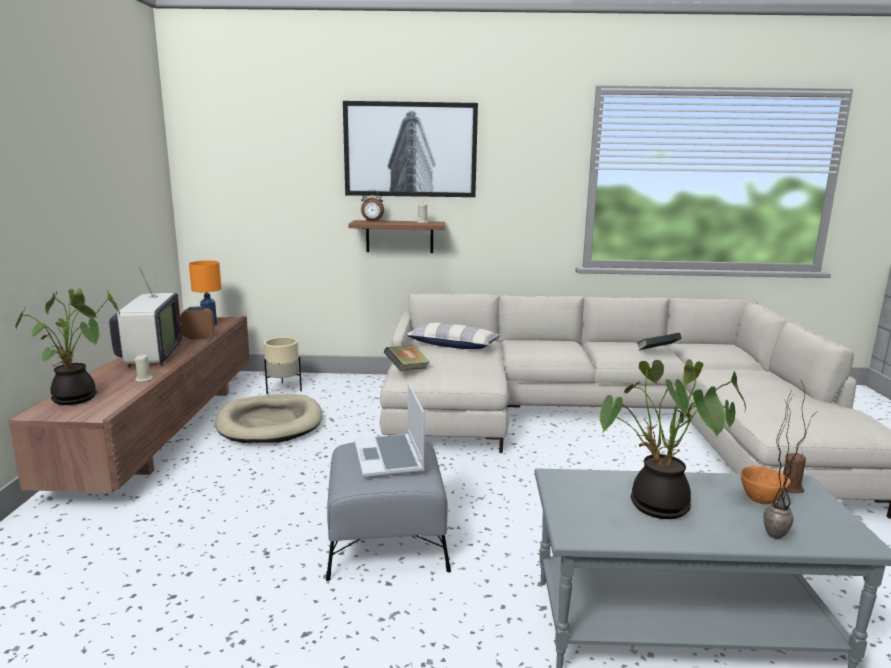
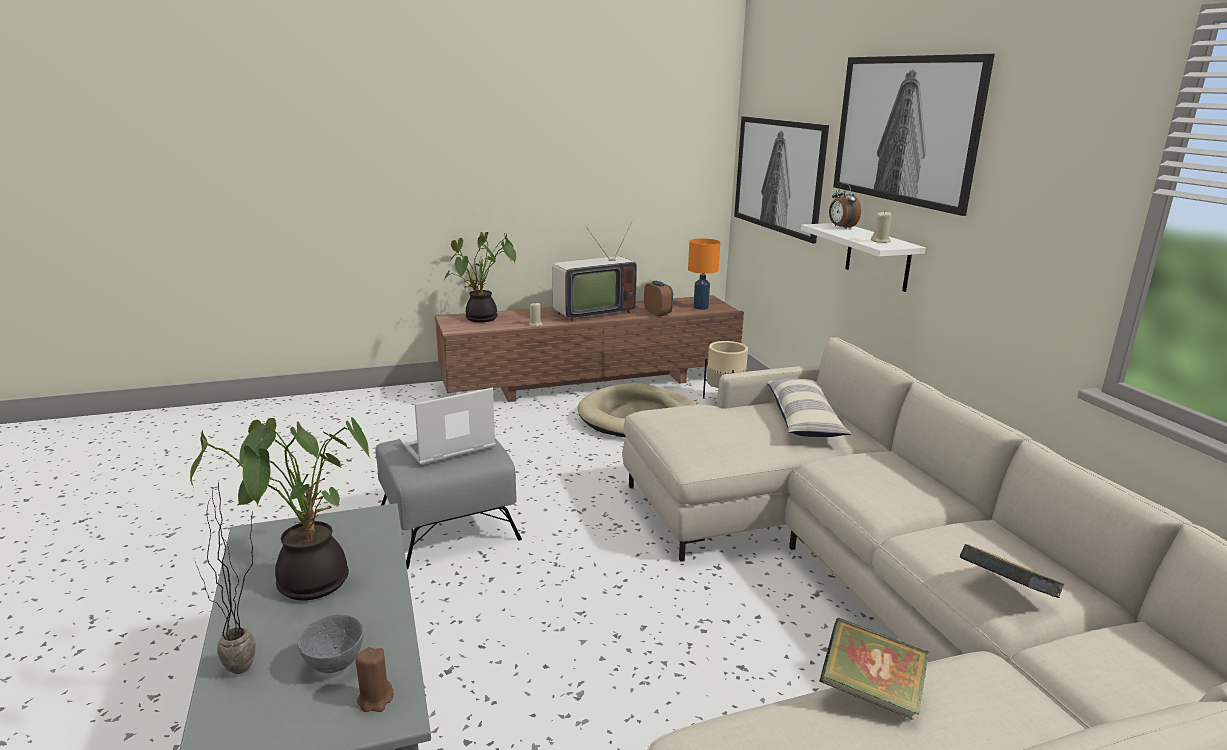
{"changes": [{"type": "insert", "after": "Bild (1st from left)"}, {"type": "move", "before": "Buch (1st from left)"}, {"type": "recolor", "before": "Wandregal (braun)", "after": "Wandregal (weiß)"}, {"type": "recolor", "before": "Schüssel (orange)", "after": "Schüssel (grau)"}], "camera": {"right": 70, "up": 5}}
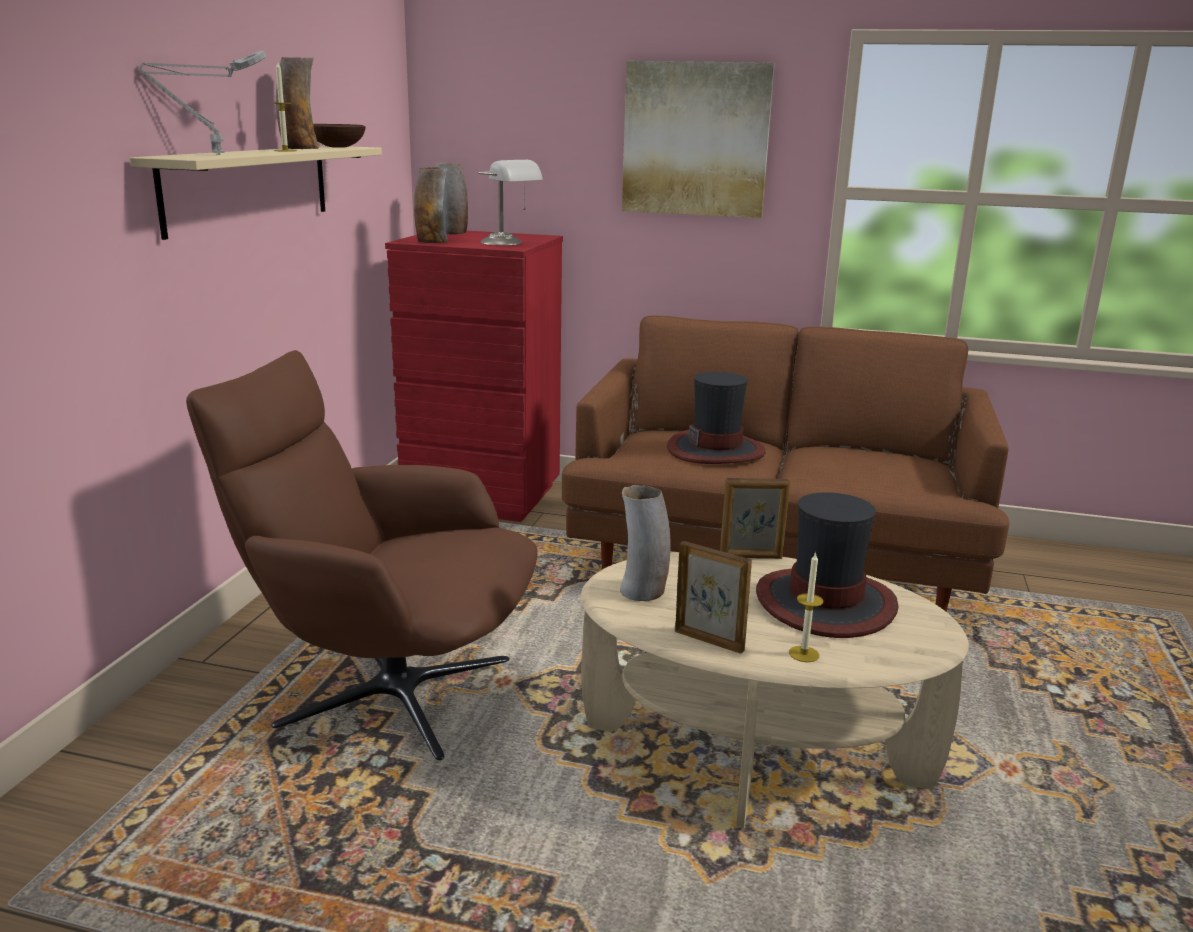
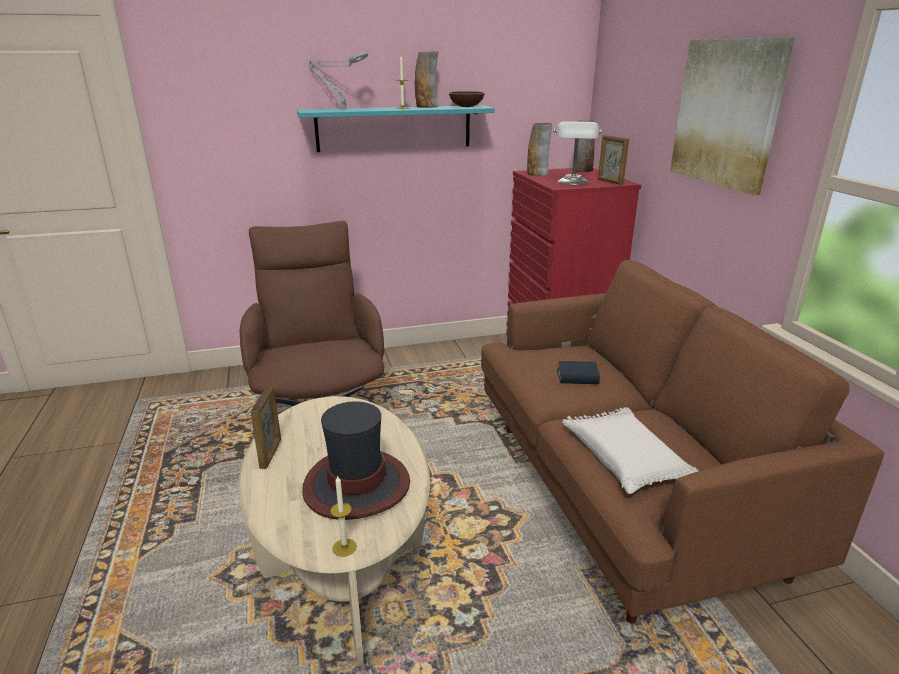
{"changes": [{"type": "delete", "before": "Vase (4th from left)"}, {"type": "insert", "after": "Kissen (weiß)"}, {"type": "move", "before": "Bilderrahmen (2nd from left)"}, {"type": "move", "before": "Kerze (2nd from left in the first image)", "after": "Kerze (1st from left)"}, {"type": "replace", "before": "Hut (1st from left)", "after": "Buch"}, {"type": "recolor", "before": "Wandregal (beige)", "after": "Wandregal (türkis)"}], "camera": {"right": 60, "up": 5}}
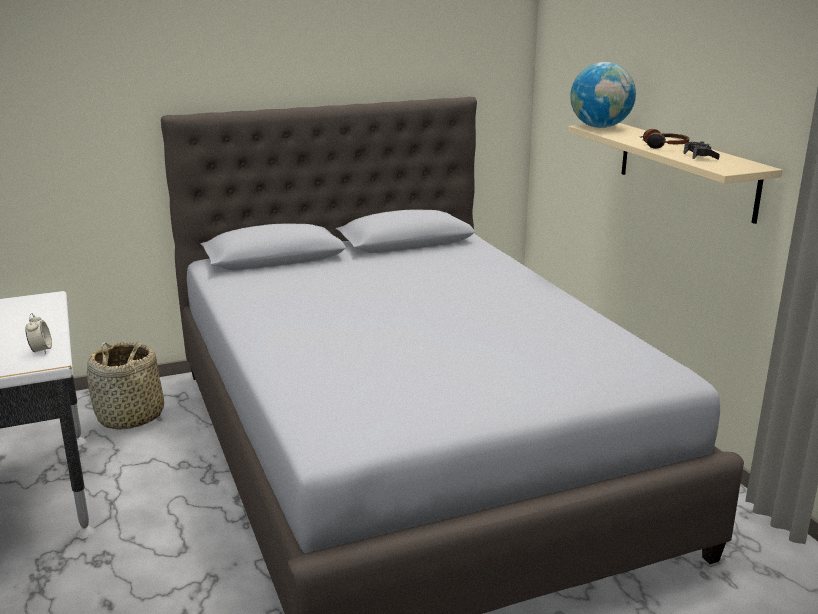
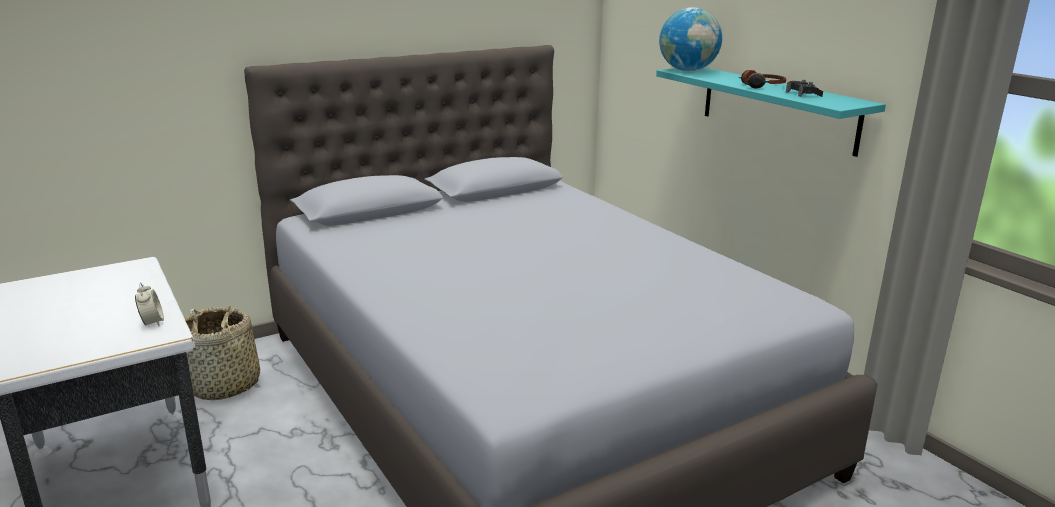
{"changes": [{"type": "recolor", "before": "Wandregal (beige)", "after": "Wandregal (türkis)"}], "camera": {"right": -10, "up": 0}}
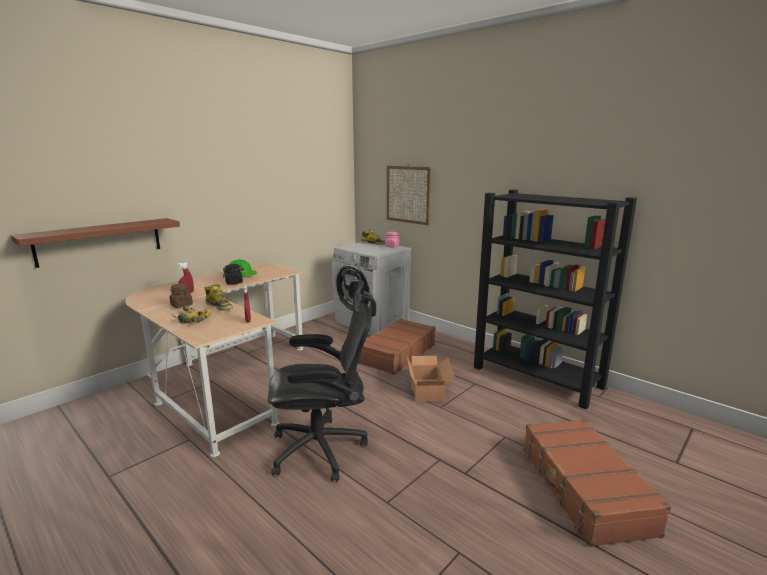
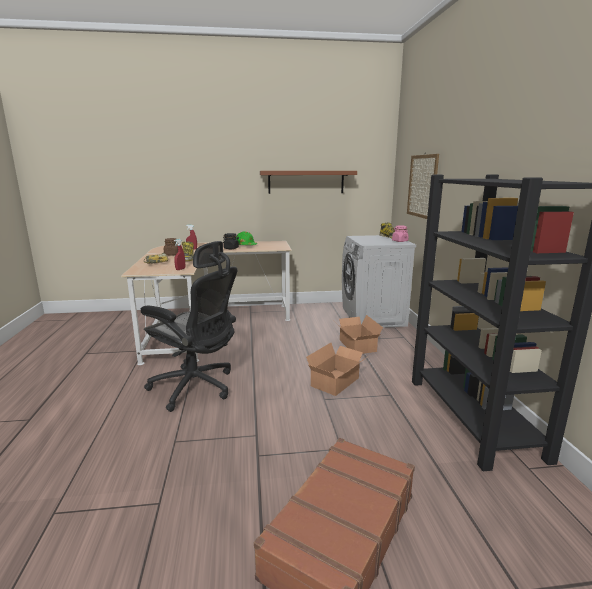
{"changes": [{"type": "move", "before": "Wandregal (braun)"}, {"type": "replace", "before": "Koffer (braun) (1st from left)", "after": "Karton (2nd from left)"}], "camera": {"right": 40, "up": 0}}
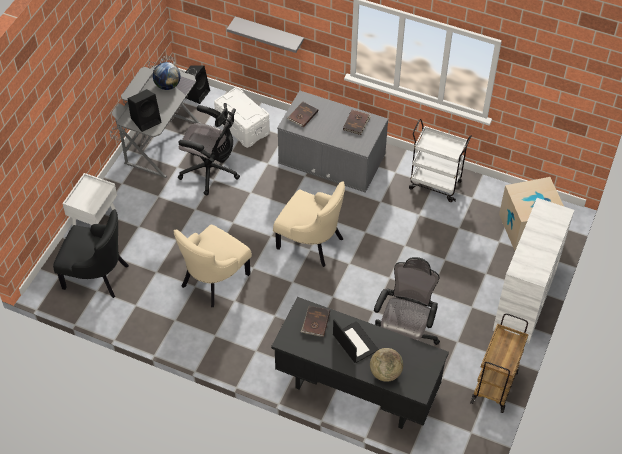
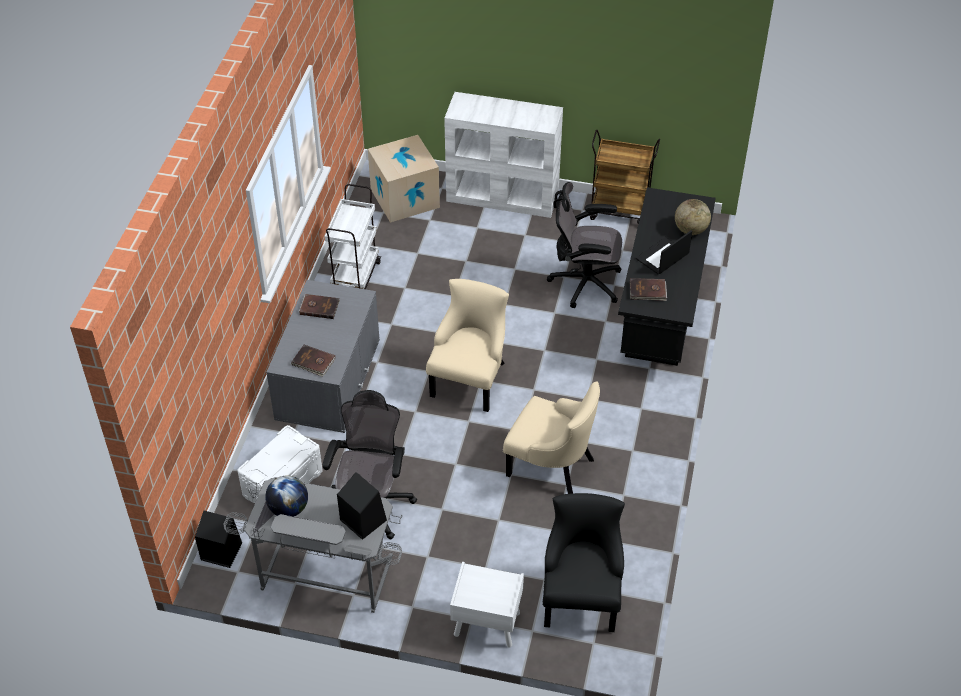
{"changes": [{"type": "delete", "before": "Wandregal (grau)"}], "camera": {"right": -100, "up": -5}}
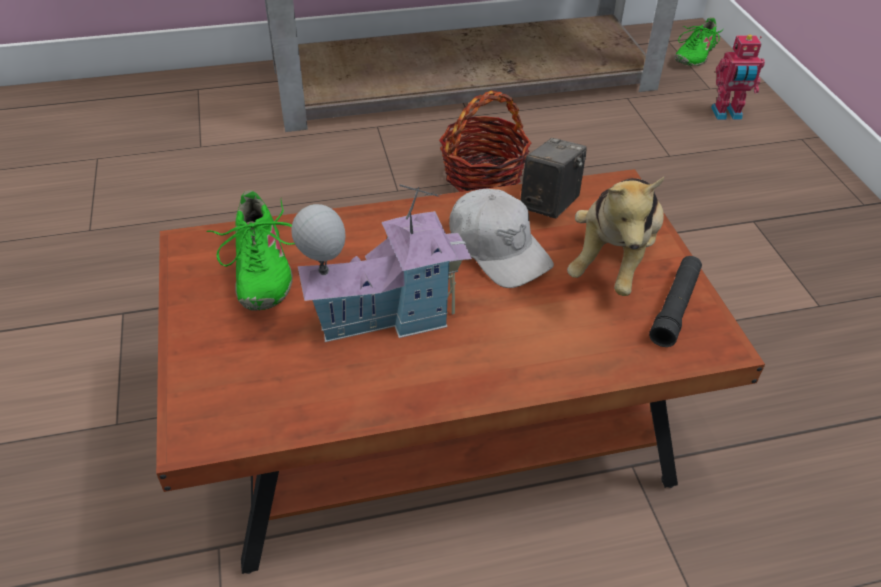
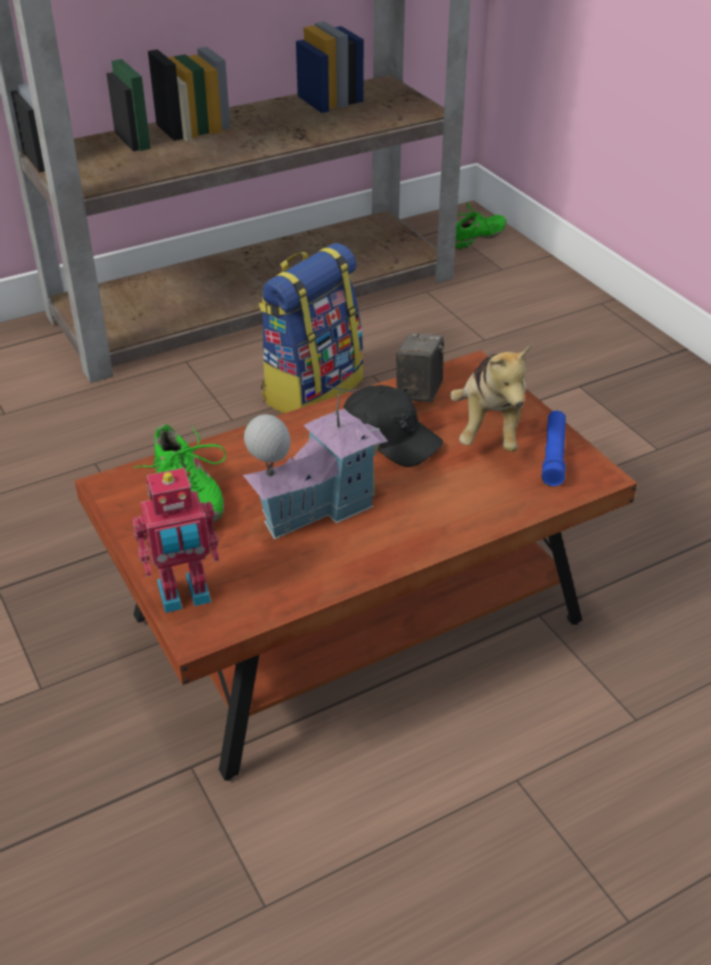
{"changes": [{"type": "move", "before": "Spielzeugroboter"}, {"type": "replace", "before": "Korb", "after": "Rucksack"}, {"type": "recolor", "before": "Kappe (weiß)", "after": "Kappe (schwarz)"}, {"type": "recolor", "before": "Taschenlampe (schwarz)", "after": "Taschenlampe (blau)"}, {"type": "rotate", "before": "Schuh (grün) (2nd from left)", "turn": -150}], "camera": {"right": -15, "up": -5}}
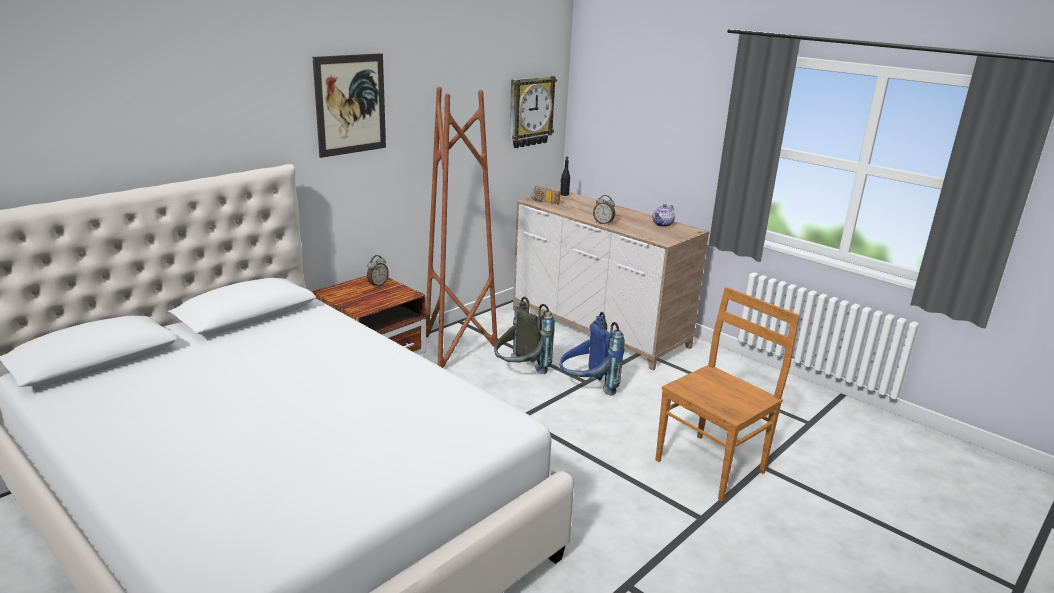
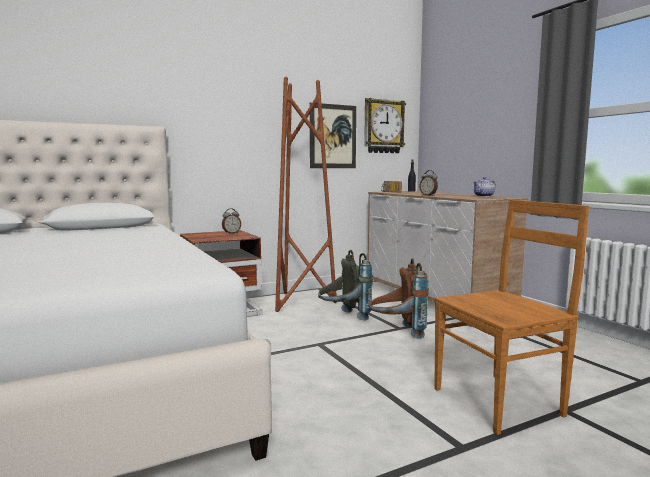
{"changes": [{"type": "move", "before": "Bild"}, {"type": "recolor", "before": "Rucksack (blau)", "after": "Rucksack (braun)"}], "camera": {"right": 20, "up": -15}}
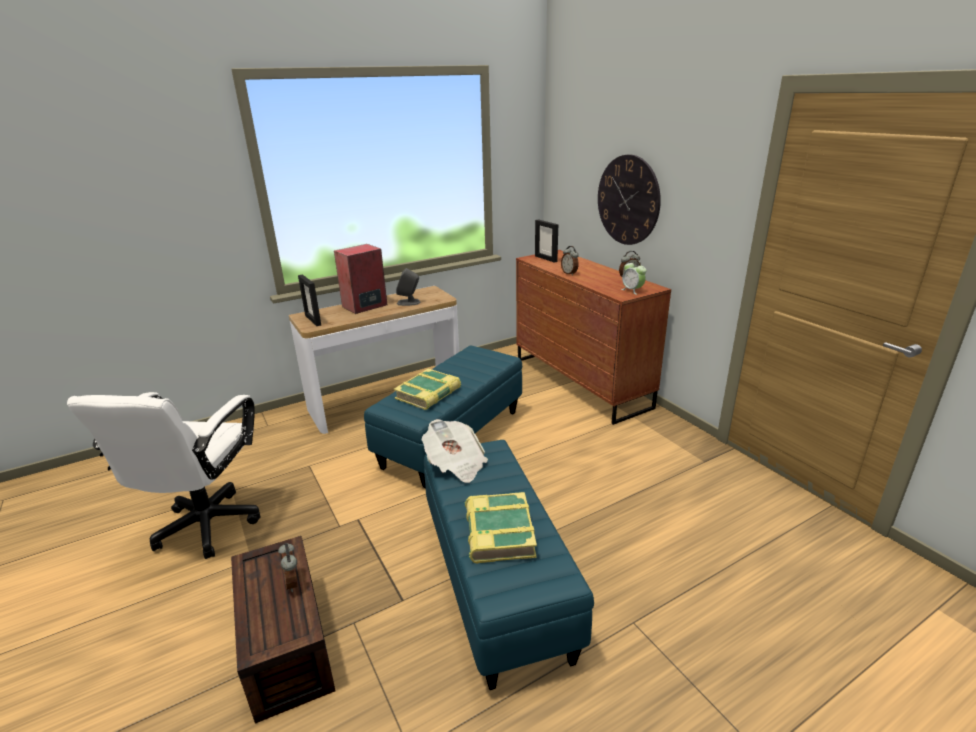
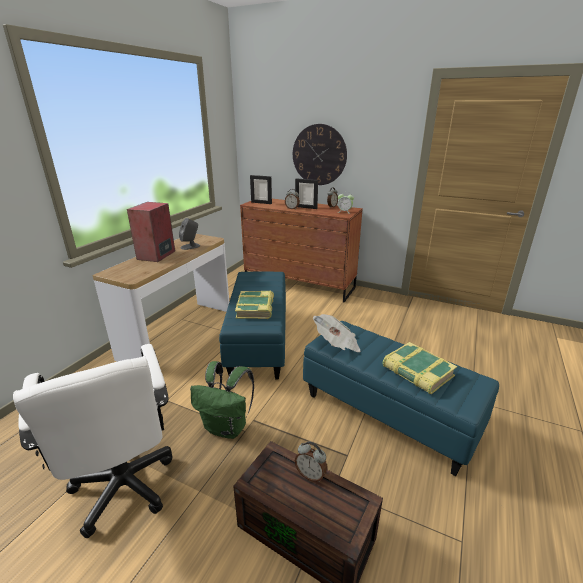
{"changes": [{"type": "insert", "after": "Rucksack (grün)"}, {"type": "move", "before": "Bilderrahmen (1st from left in the first image)", "after": "Bilderrahmen (2nd from left)"}], "camera": {"right": -35, "up": 0}}
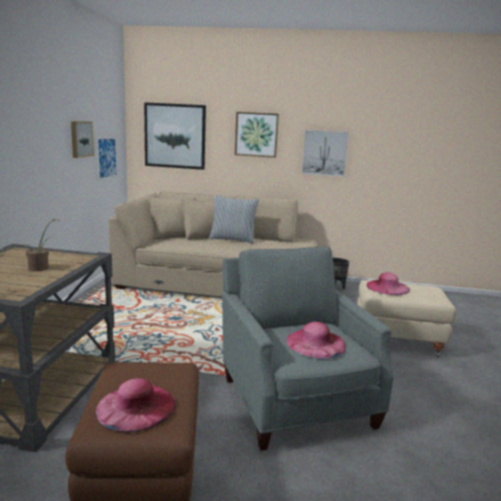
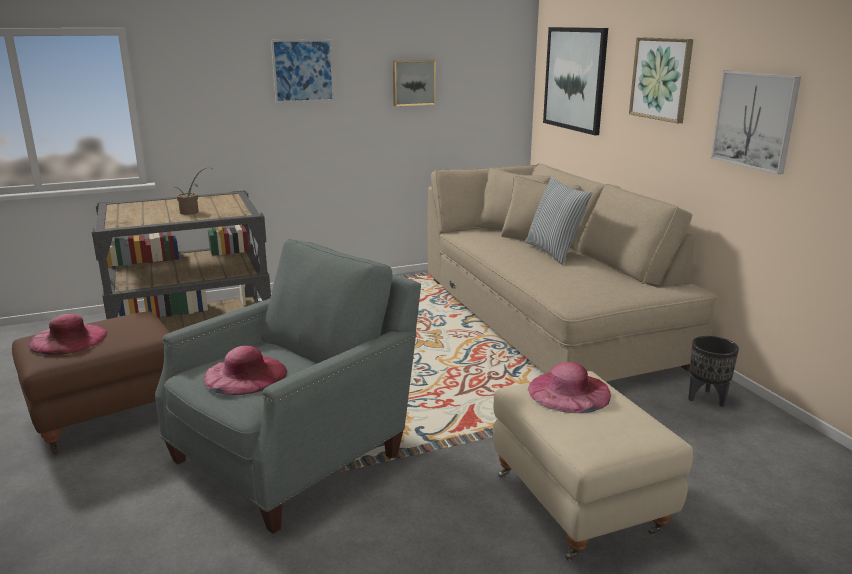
{"changes": [{"type": "move", "before": "Bild (2nd from left in the first image)", "after": "Bild (1st from left)"}], "camera": {"right": 60, "up": 5}}
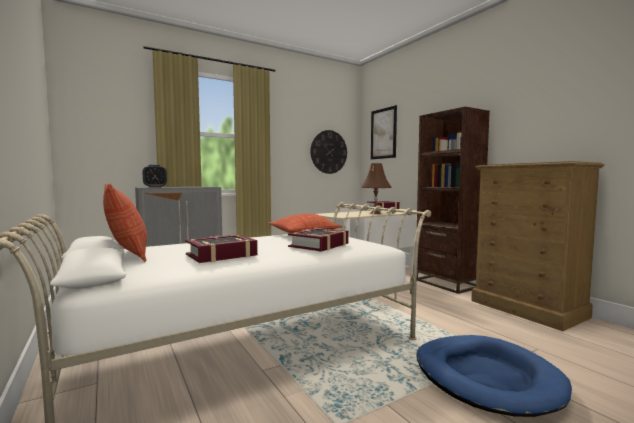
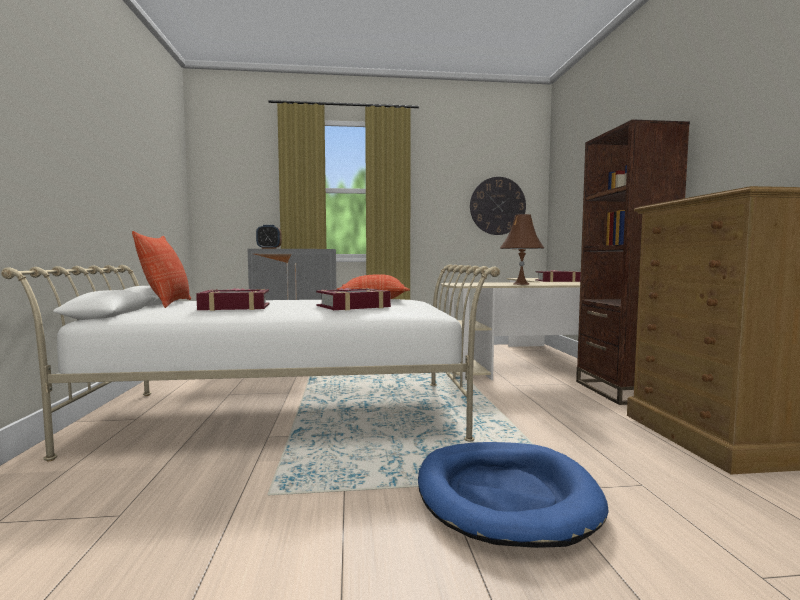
{"changes": [{"type": "delete", "before": "Bild"}], "camera": {"right": 25, "up": 0}}
